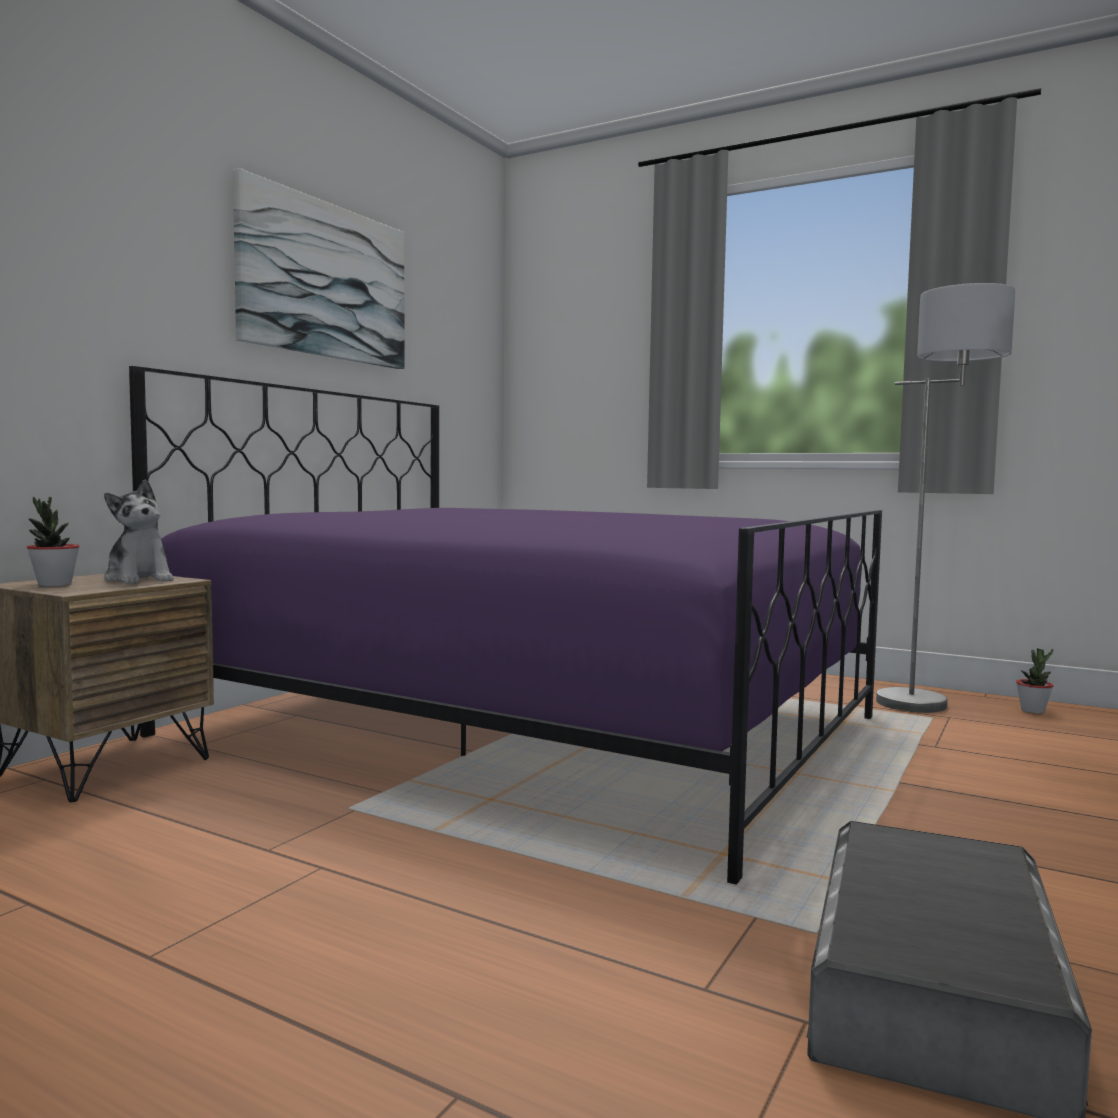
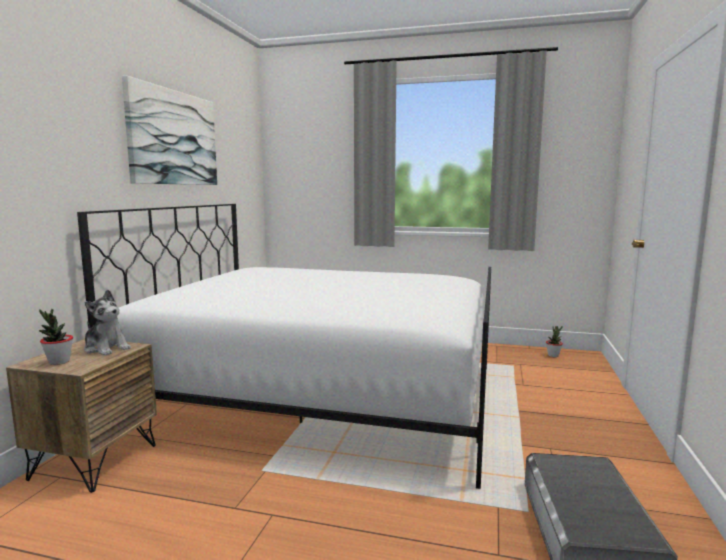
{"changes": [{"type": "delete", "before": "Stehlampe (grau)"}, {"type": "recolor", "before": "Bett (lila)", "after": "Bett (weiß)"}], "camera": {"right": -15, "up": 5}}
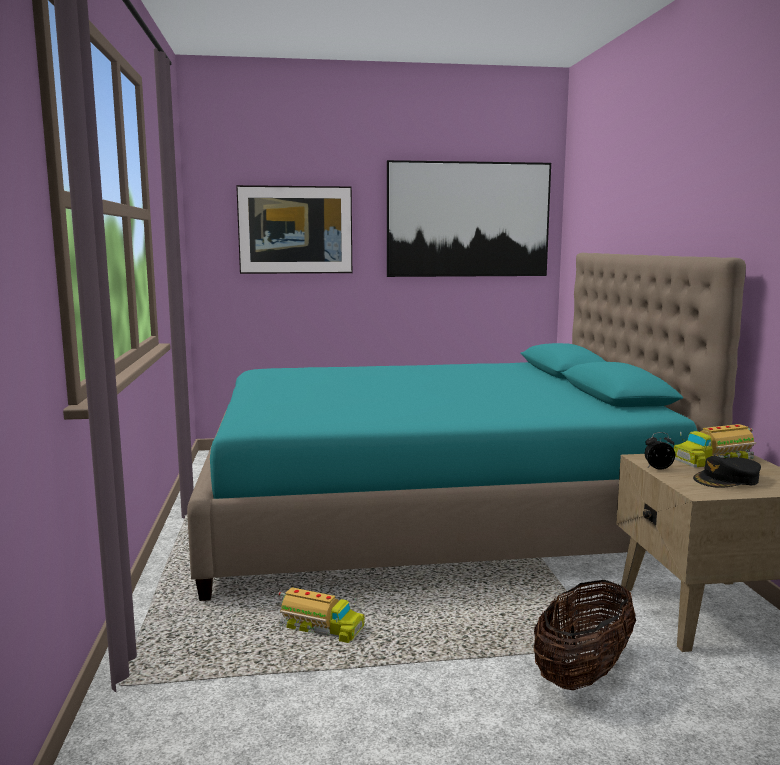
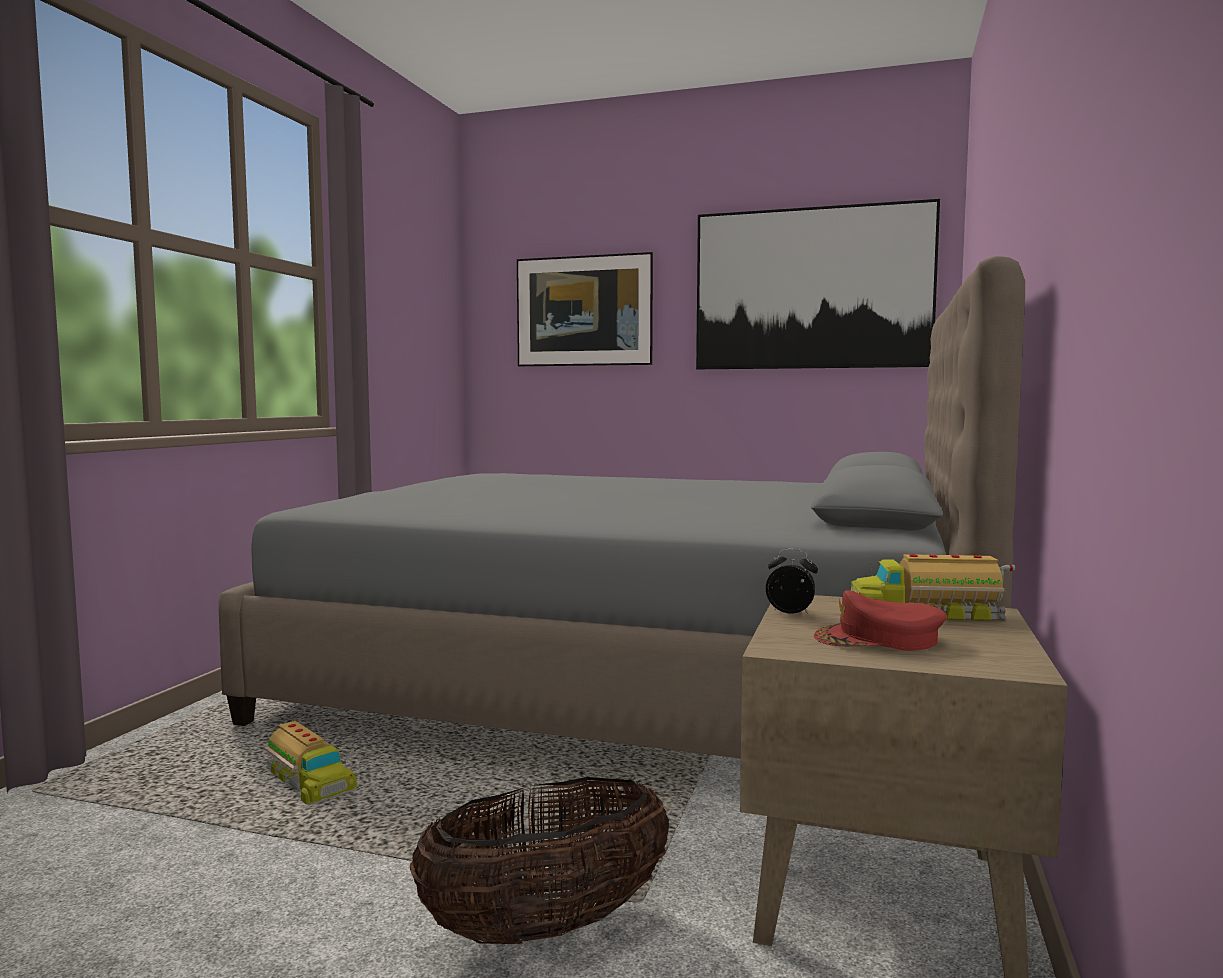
{"changes": [{"type": "recolor", "before": "Bett (türkis)", "after": "Bett (grau)"}, {"type": "recolor", "before": "Kappe (schwarz)", "after": "Kappe (rot)"}], "camera": {"right": 25, "up": -5}}
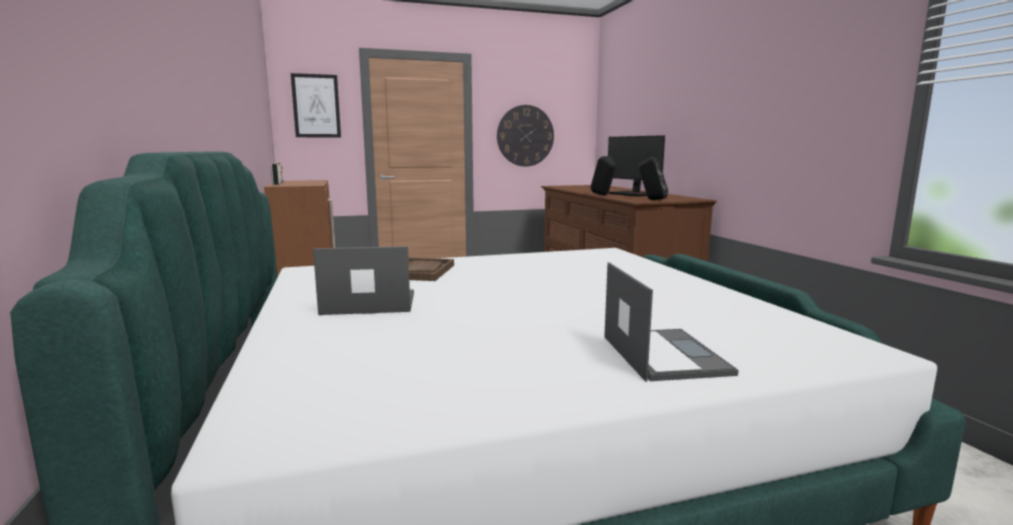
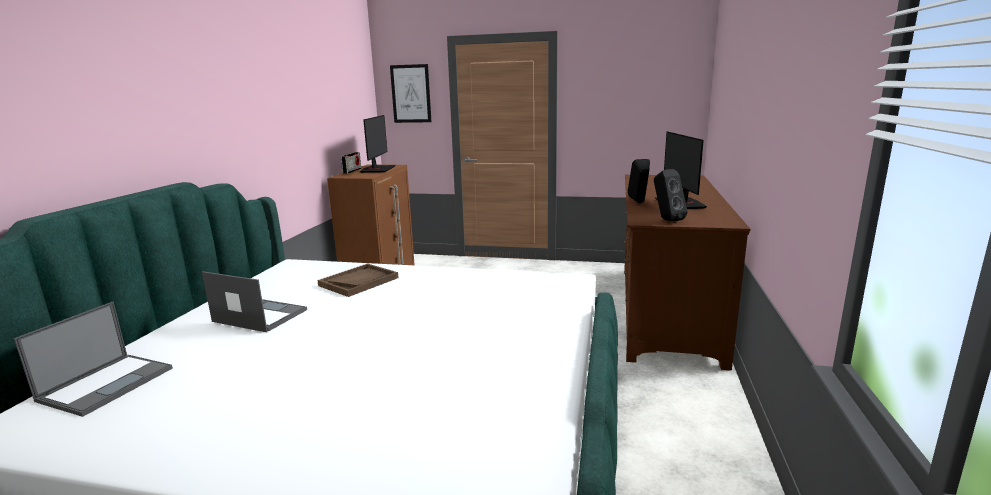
{"changes": [{"type": "delete", "before": "Wanduhr"}, {"type": "insert", "after": "Monitor (1st from left)"}, {"type": "move", "before": "Laptop (2nd from left in the first image)", "after": "Laptop (1st from left)"}], "camera": {"right": 30, "up": 5}}
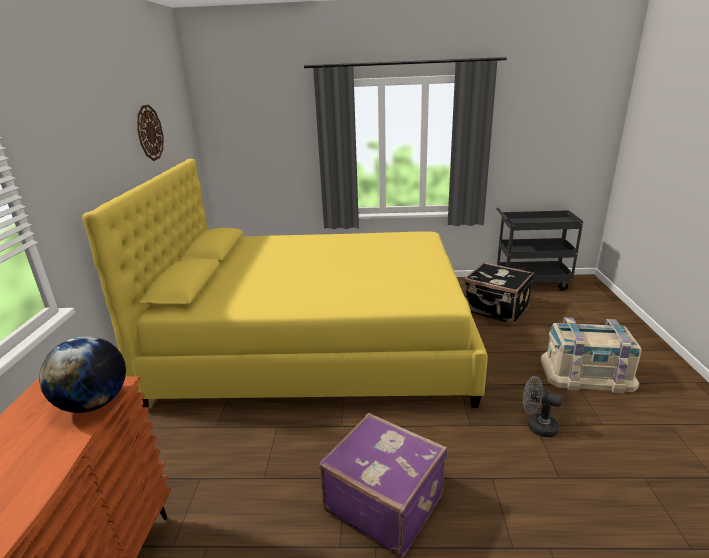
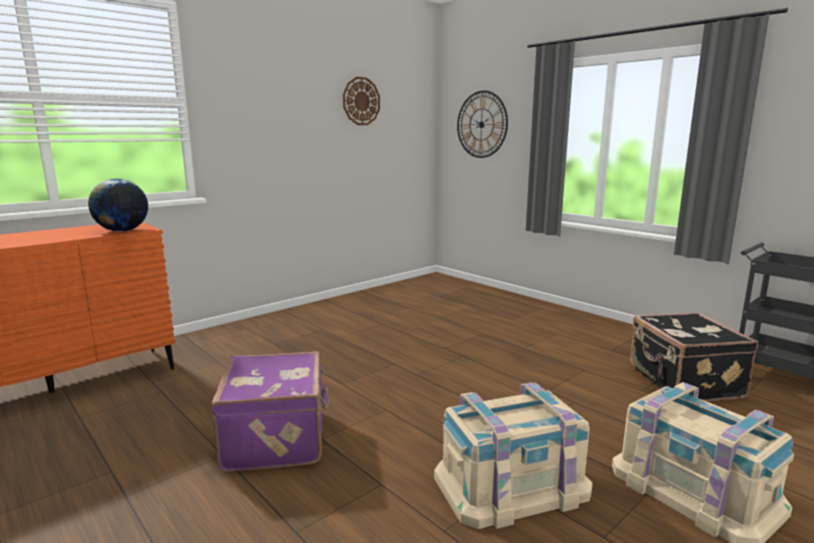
{"changes": [{"type": "delete", "before": "Bett (gelb)"}, {"type": "insert", "after": "Wanduhr (2nd from left)"}, {"type": "replace", "before": "Ventilator (grau)", "after": "Aufbewahrungsbox (beige) (1st from left)"}], "camera": {"right": 45, "up": -10}}
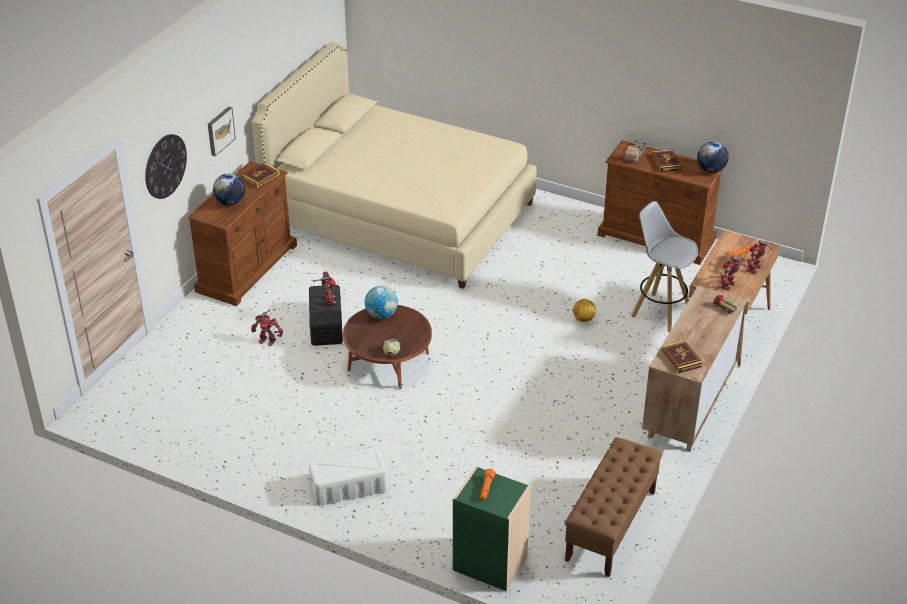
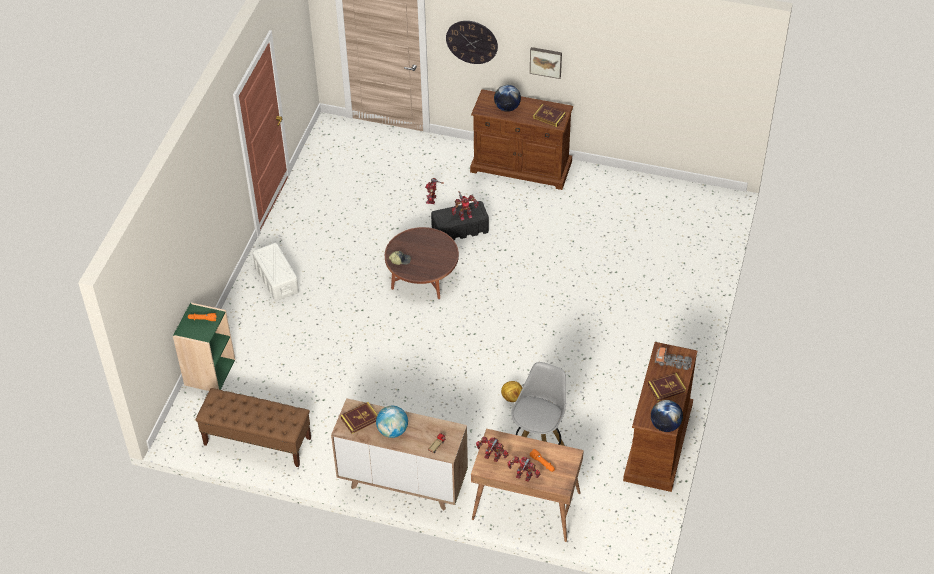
{"changes": [{"type": "delete", "before": "Bett (beige)"}, {"type": "move", "before": "Globus (2nd from left in the first image)", "after": "Globus (1st from left)"}], "camera": {"right": 80, "up": 10}}
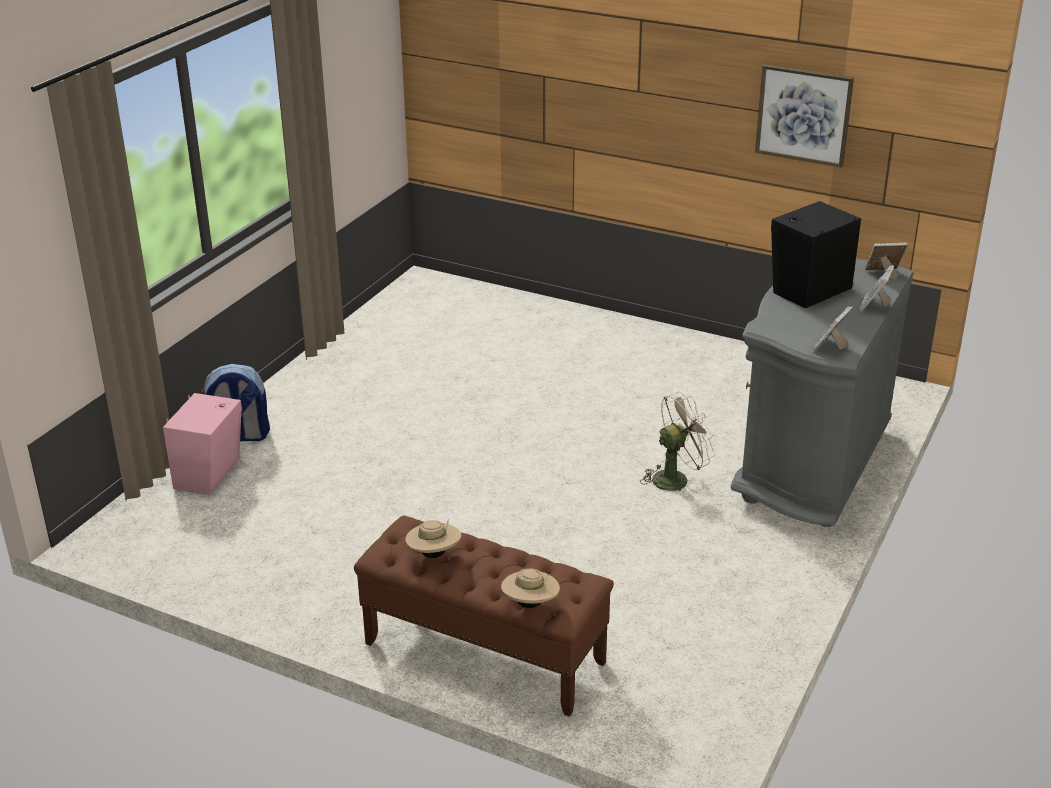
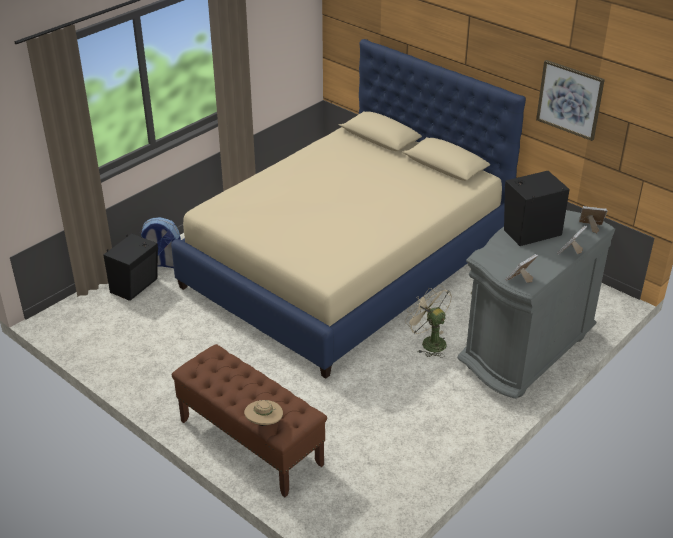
{"changes": [{"type": "delete", "before": "Hut (beige) (1st from left)"}, {"type": "insert", "after": "Bett (beige)"}, {"type": "recolor", "before": "Lautsprecher (rosa)", "after": "Lautsprecher (schwarz) (1st from left)"}, {"type": "rotate", "before": "Ventilator (beige)", "turn": -120}], "camera": {"right": 15, "up": 5}}
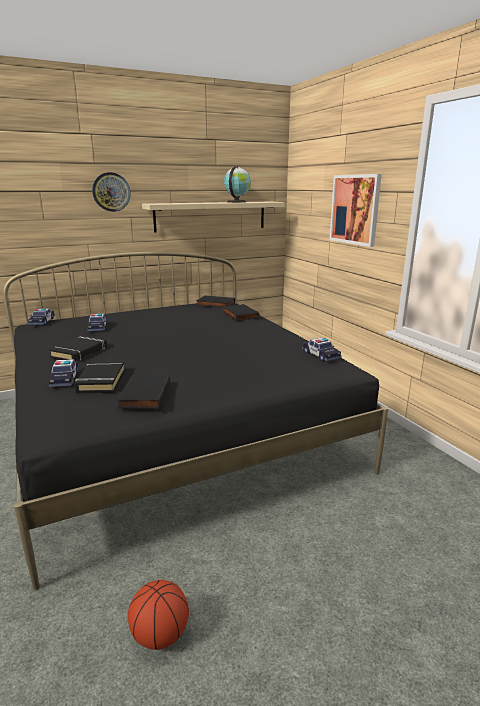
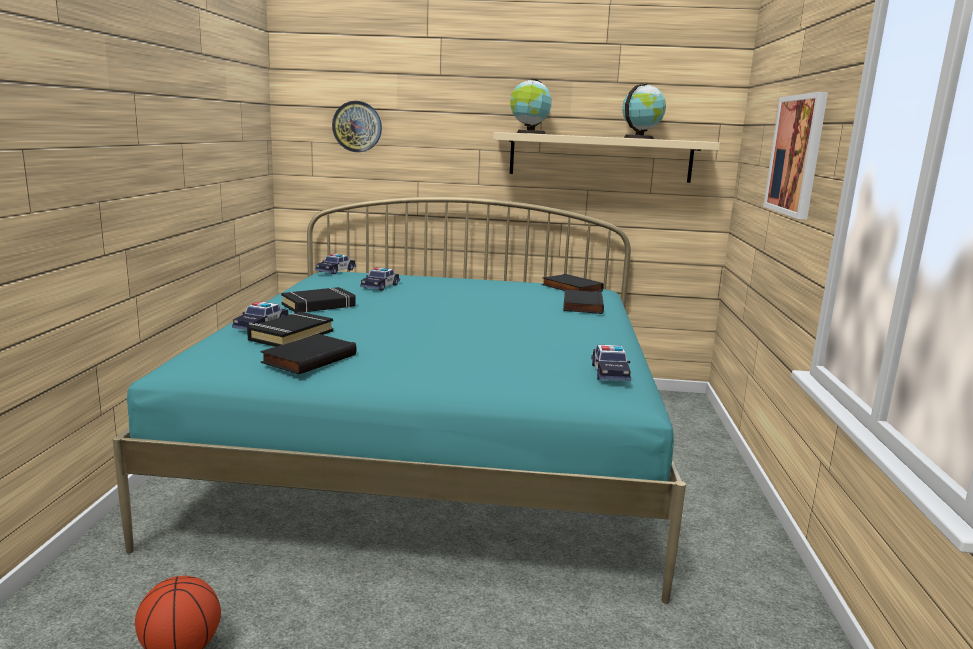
{"changes": [{"type": "insert", "after": "Globus (1st from left)"}, {"type": "move", "before": "Wanduhr"}, {"type": "recolor", "before": "Bett (schwarz)", "after": "Bett (türkis)"}], "camera": {"right": 30, "up": -5}}
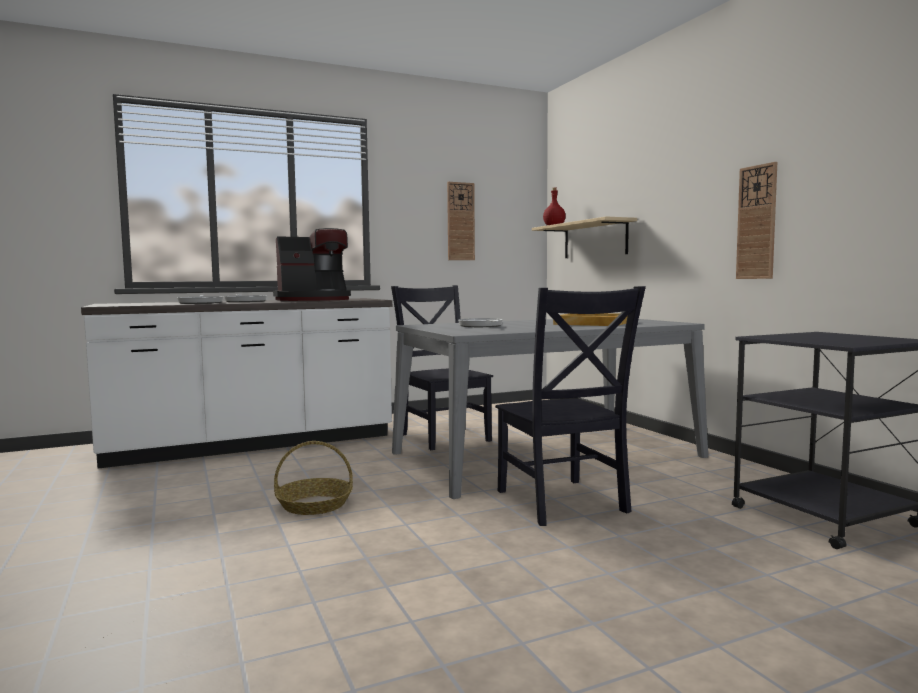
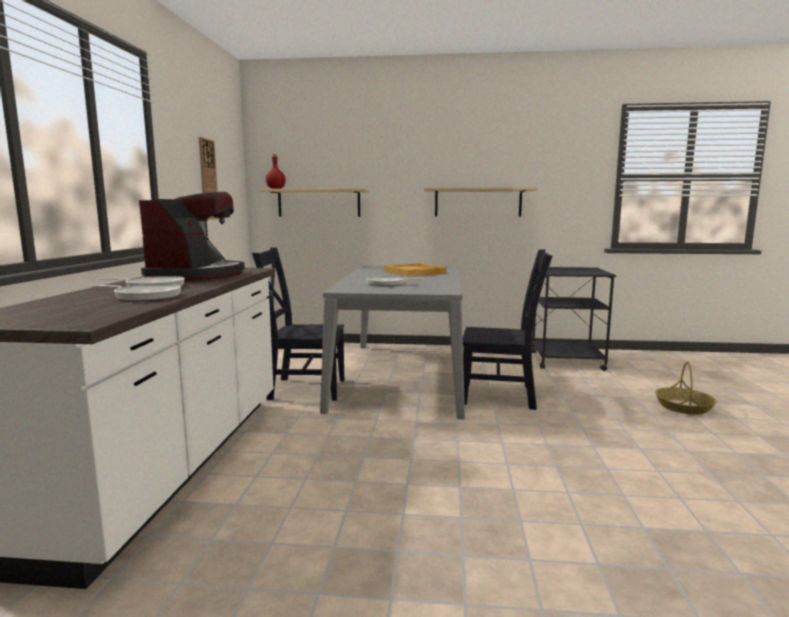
{"changes": [{"type": "move", "before": "Korb"}, {"type": "replace", "before": "Wanduhr (2nd from left)", "after": "Wandregal (beige) (2nd from left)"}], "camera": {"right": -60, "up": 5}}
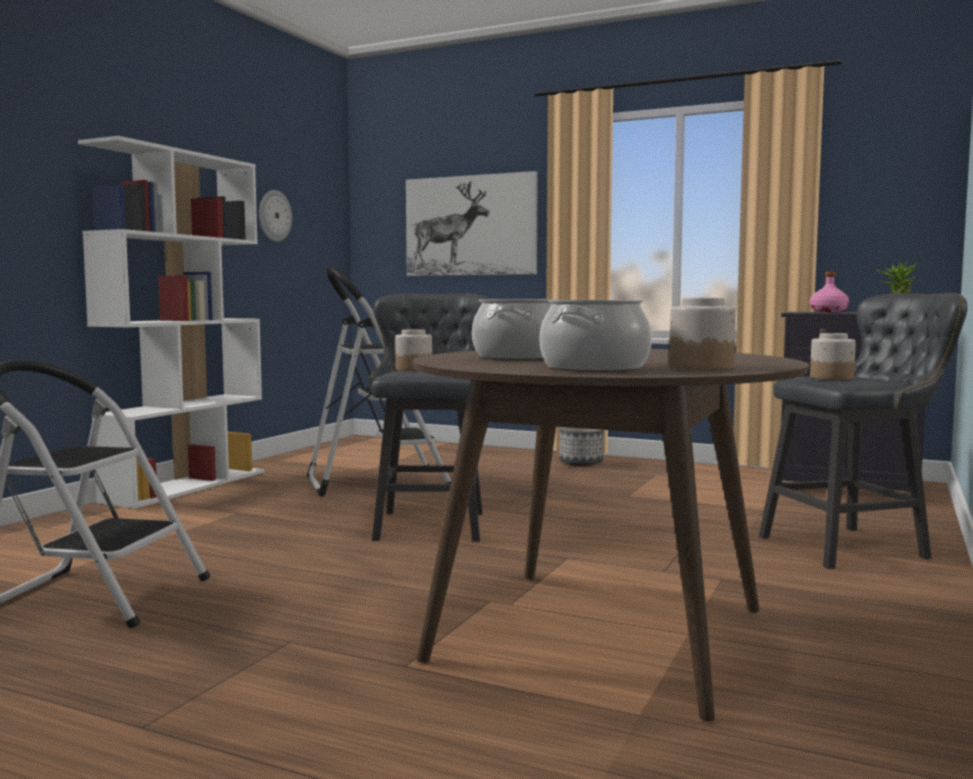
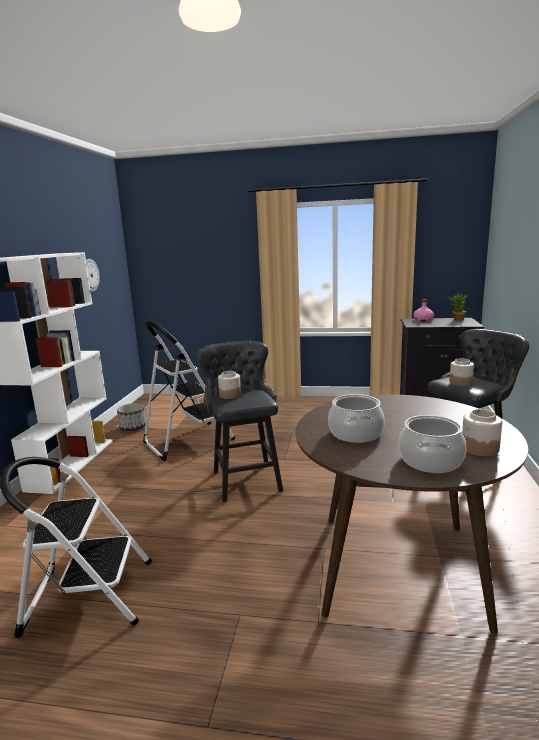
{"changes": [{"type": "delete", "before": "Bild"}, {"type": "move", "before": "Pflanzkübel"}], "camera": {"right": -15, "up": 10}}
